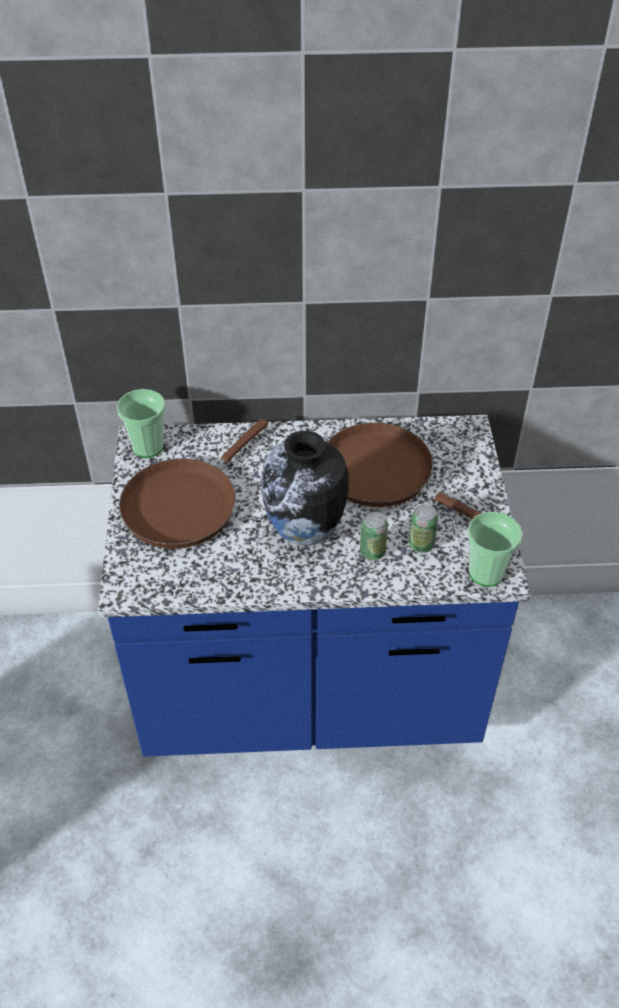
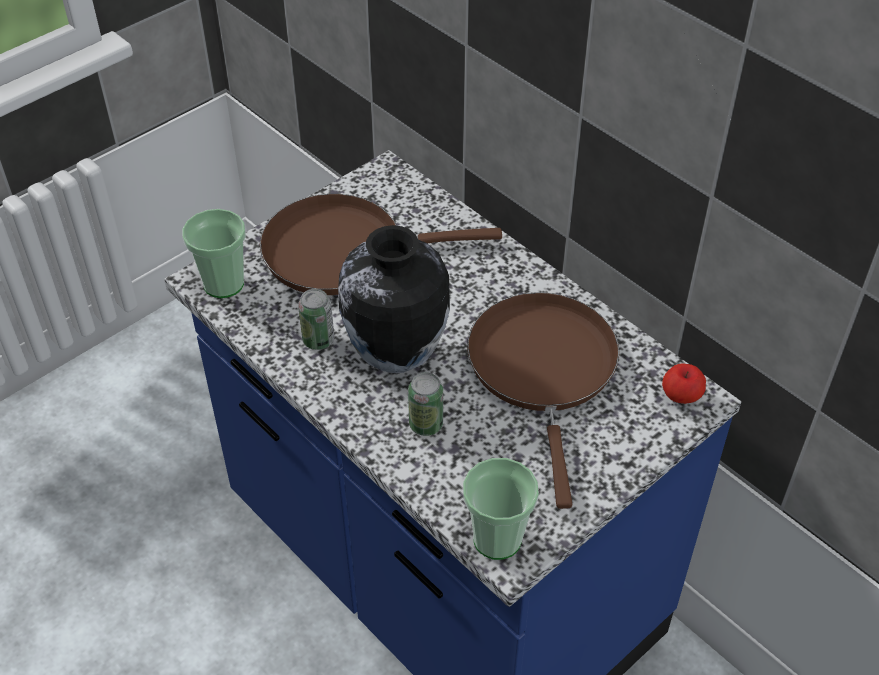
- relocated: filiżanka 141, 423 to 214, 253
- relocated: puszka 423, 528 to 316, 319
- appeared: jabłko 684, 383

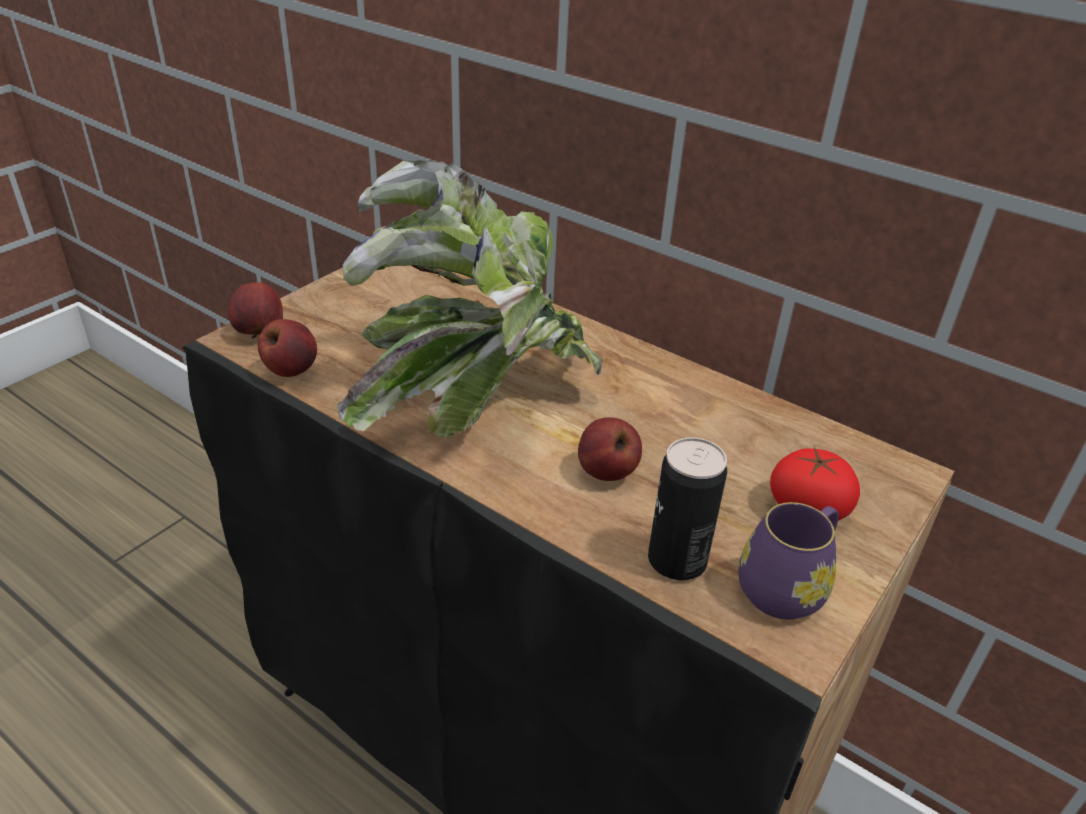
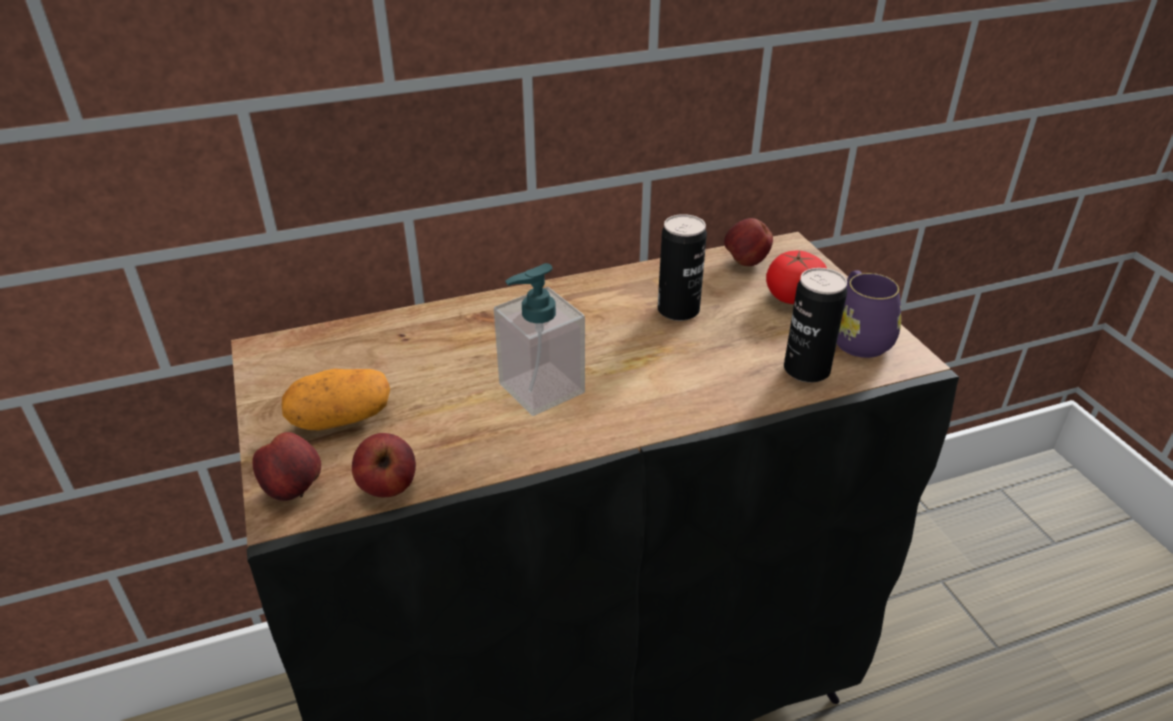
- exchanged: roślina doniczkowa 470, 298 to dozownik mydła 539, 339
- relocated: jabłko 610, 449 to 748, 242
- appeared: ziemniak 336, 399
- appeared: puszka 682, 267

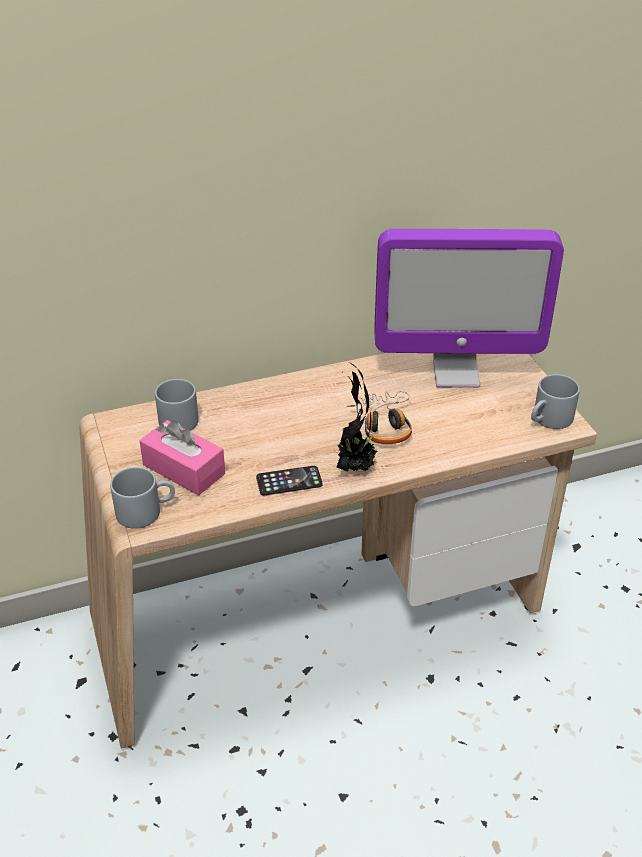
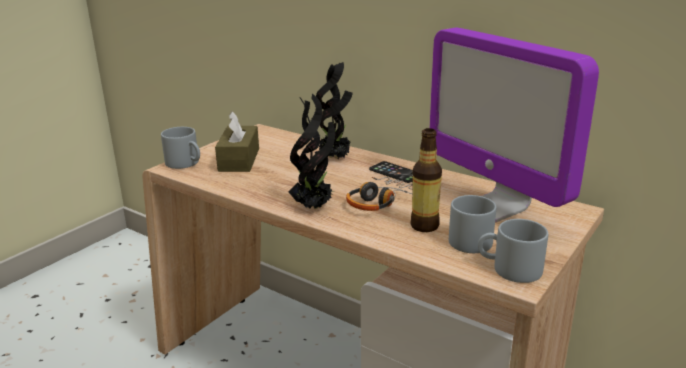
- colour: pudełko chusteczek (różowy) 182, 458 to pudełko chusteczek (brązowy) 237, 141
- relocated: kubek (szary) 177, 405 to 472, 224
- relocated: telefon 289, 480 to 391, 172
- appeared: roślina doniczkowa 334, 110
- appeared: butelka 426, 180

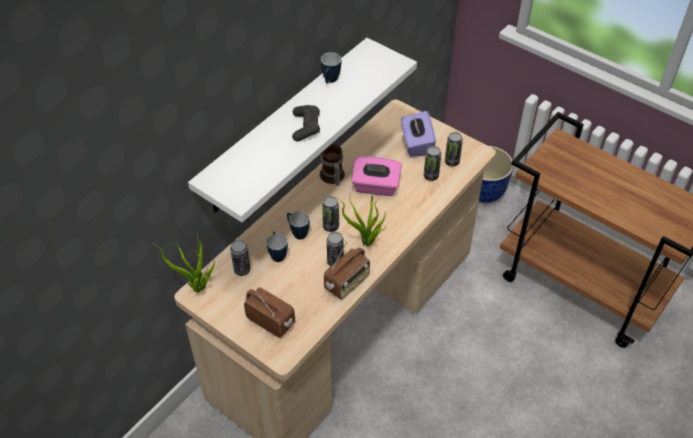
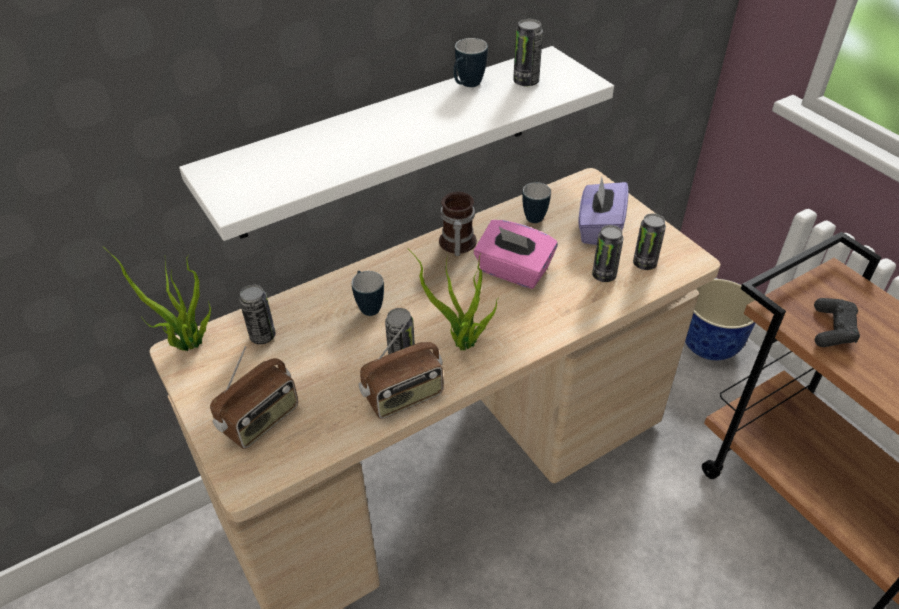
- spun: radio 269, 312 = 254, 397 75 degrees clockwise
- relocated: kubek 277, 247 to 536, 202
- relocated: pad do gier (czarny) 306, 123 to 837, 322
- relocated: puszka 330, 214 to 528, 52

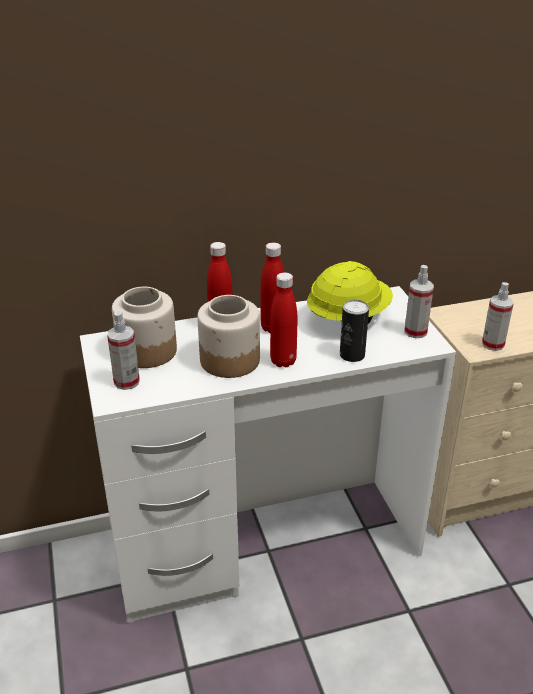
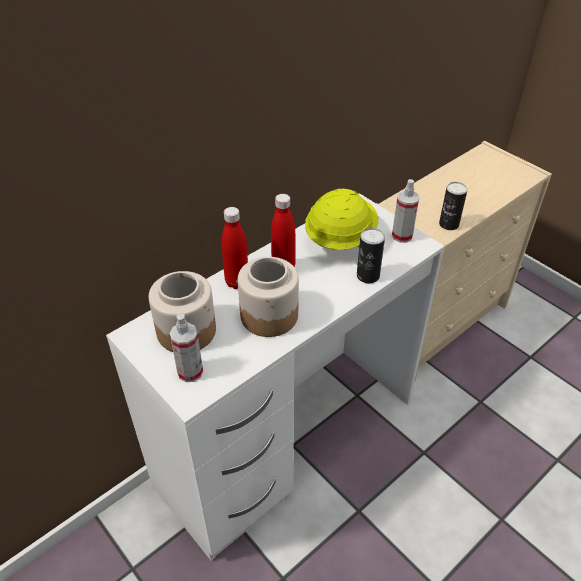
- missing: butelka (czerwony) 284, 320
- exchanged: spryskiwacz 498, 316 to puszka 453, 206

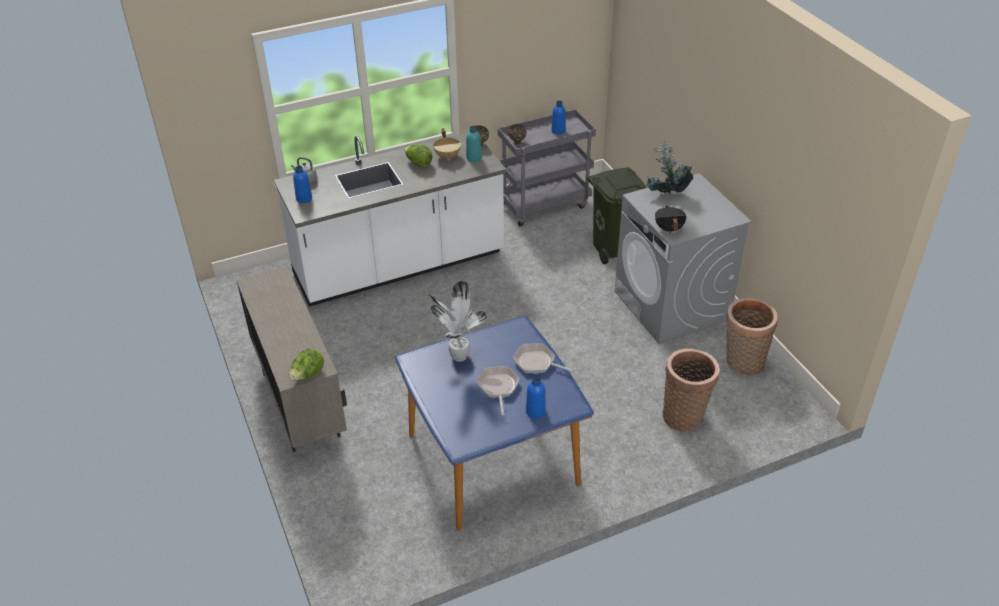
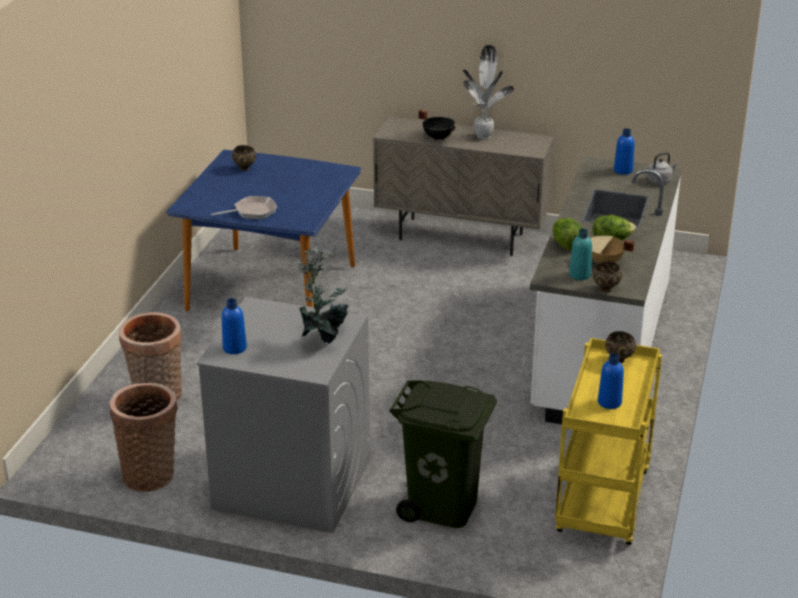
- relocated: sałata 306, 364 to 568, 234
- relocated: roślina doniczkowa 457, 321 to 488, 92
- missing: patelnia 498, 391
- colour: wózek (szary) 547, 167 to wózek (żółty) 608, 441
- relocated: butelka (niebieski) 536, 397 to 234, 326
- relocated: garnek (czarny) 670, 219 to 437, 125
- appeared: miska (brązowy) 244, 158

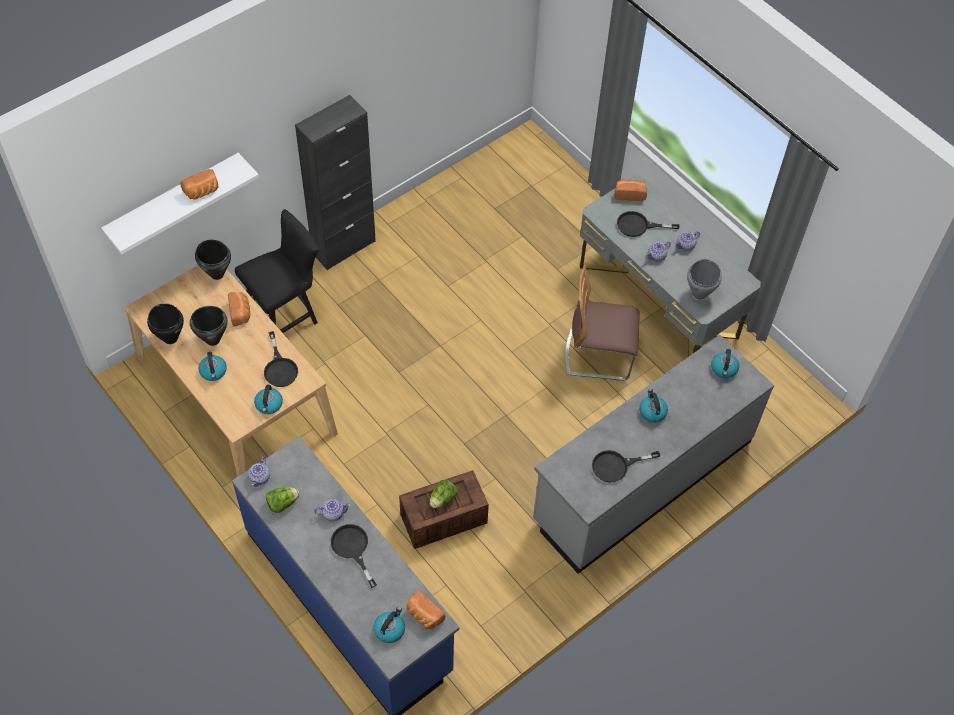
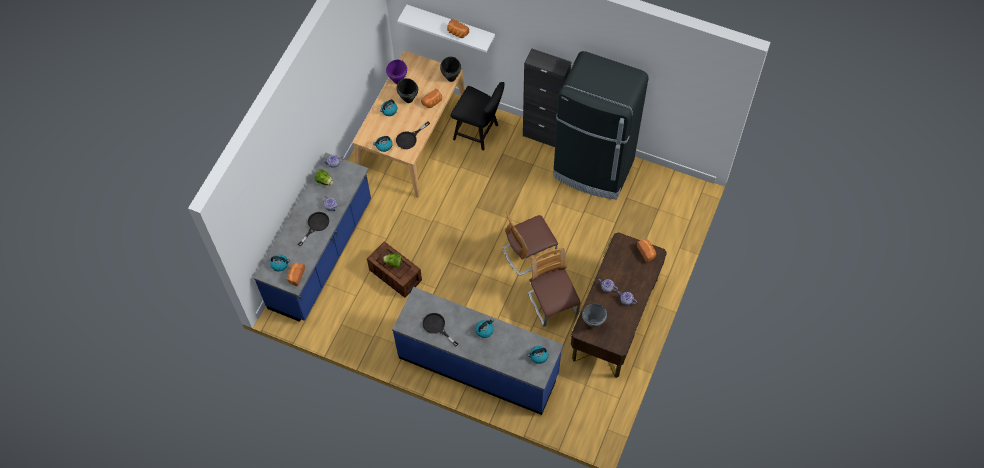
- colour: garnek (czarny) 165, 323 to garnek (fioletowy) 396, 72
- colour: zabudowa kuchenna (szary) 653, 454 to zabudowa kuchenna (niebieski) 477, 351
- colour: biurko (szary) 670, 266 to biurko (brązowy) 619, 305
- missing: patelnia (czarny) 648, 224
- appeared: krzesło 530, 243
- appeared: lodówka (czarny) 600, 125

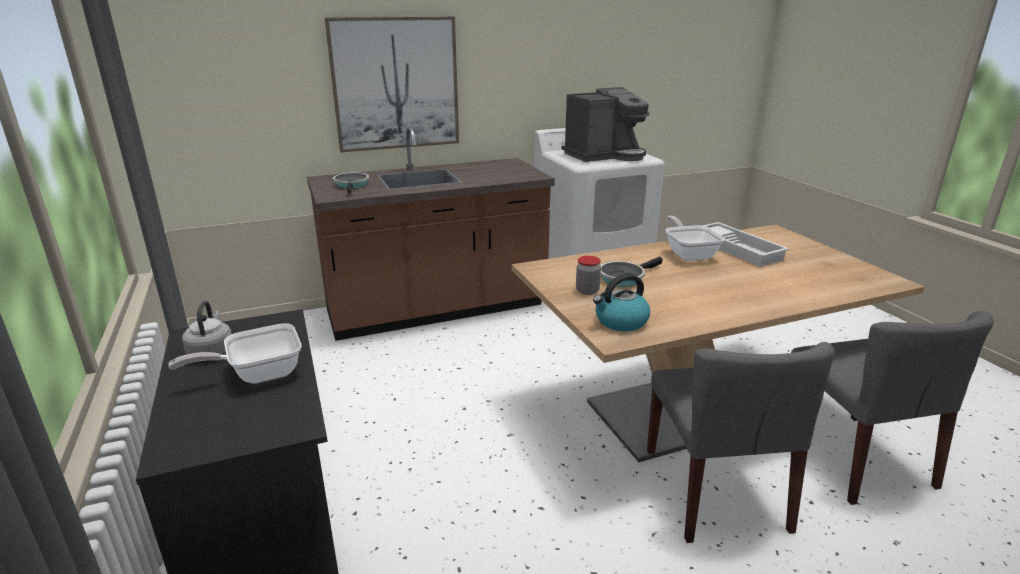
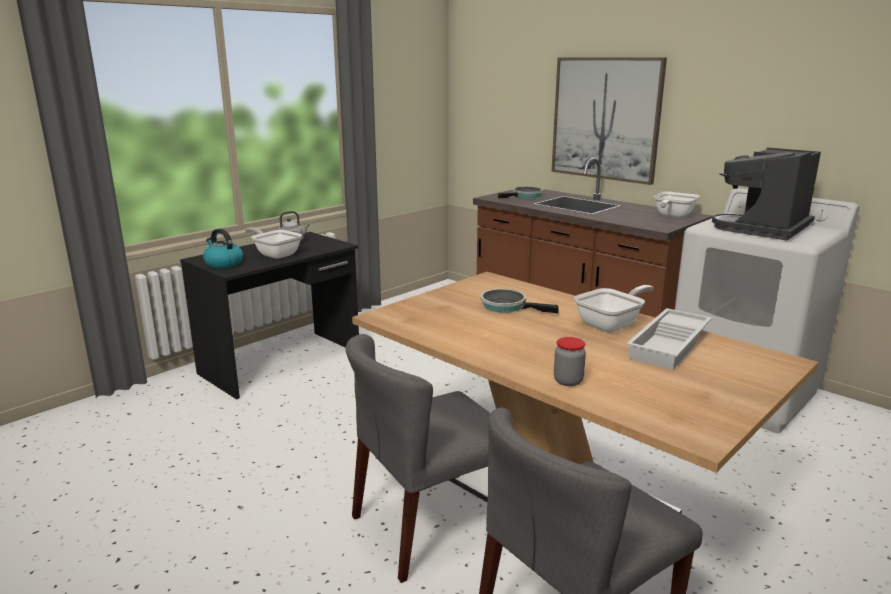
- spun: ekspres do kawy 605, 124 = 766, 194 90 degrees clockwise
- relocated: słoik 588, 275 to 570, 361
- relocated: czajnik 621, 302 to 223, 248
- appeared: patelnia 677, 205

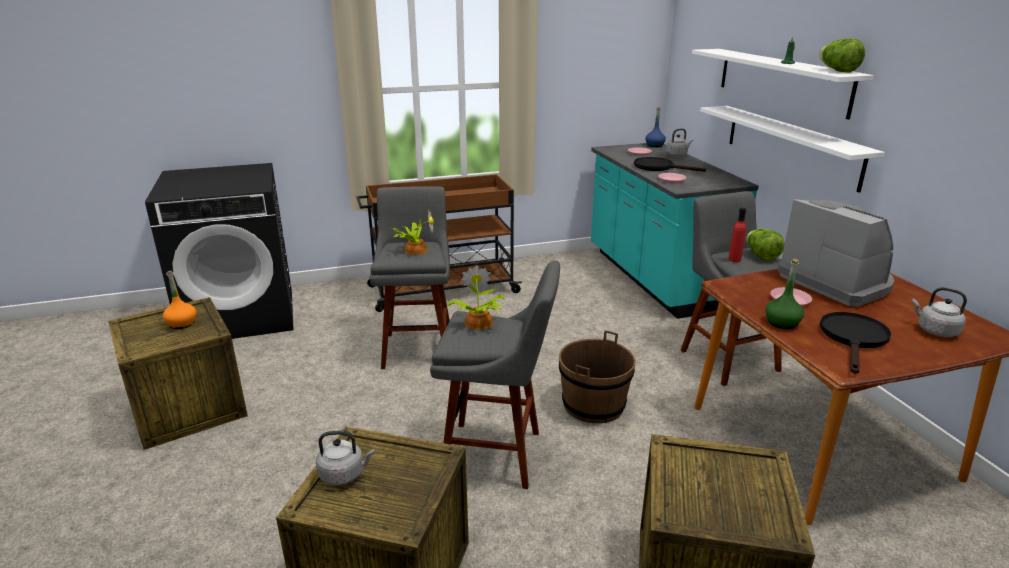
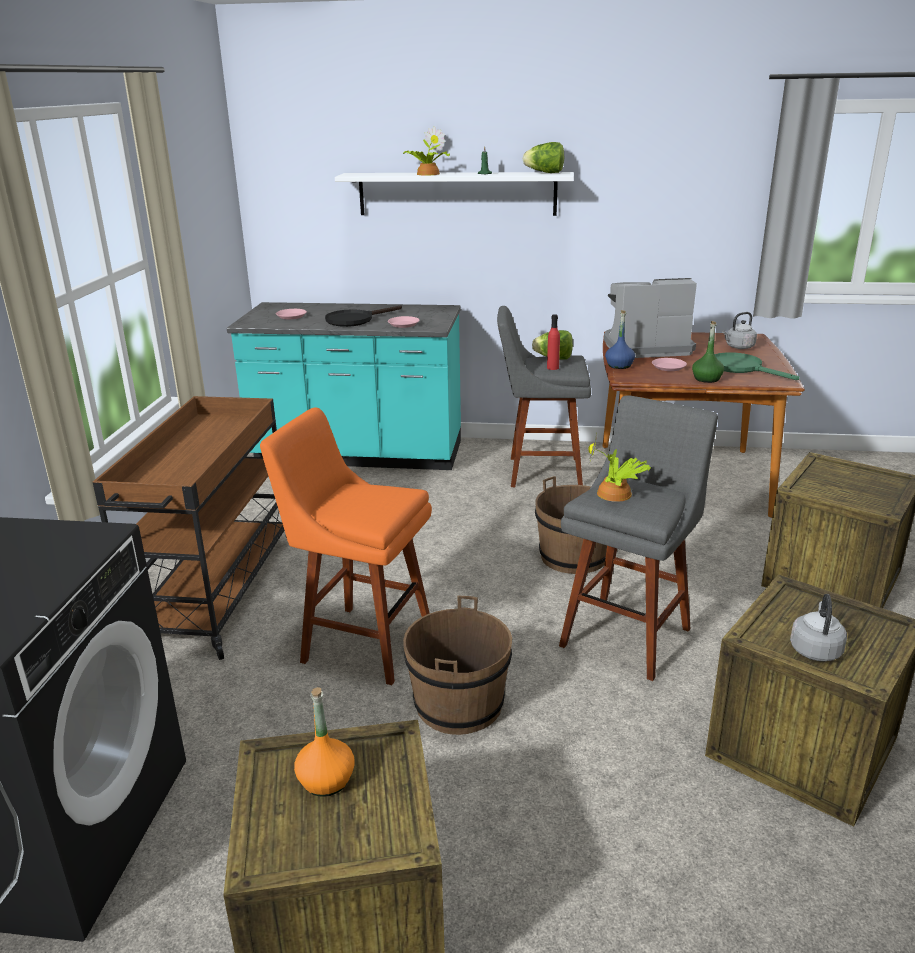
- colour: stołek (szary) 410, 277 to stołek (pomarańczowy) 346, 546
- relocated: roślina doniczkowa 413, 233 to 426, 150
- relocated: butelka (niebieski) 655, 127 to 620, 339
- missing: czajnik (szary) 679, 143
- missing: półka (biały) 792, 149
- colour: patelnia (czarny) 855, 343 to patelnia (zielony) 757, 366
- appeared: wiadro (brązowy) 457, 665

